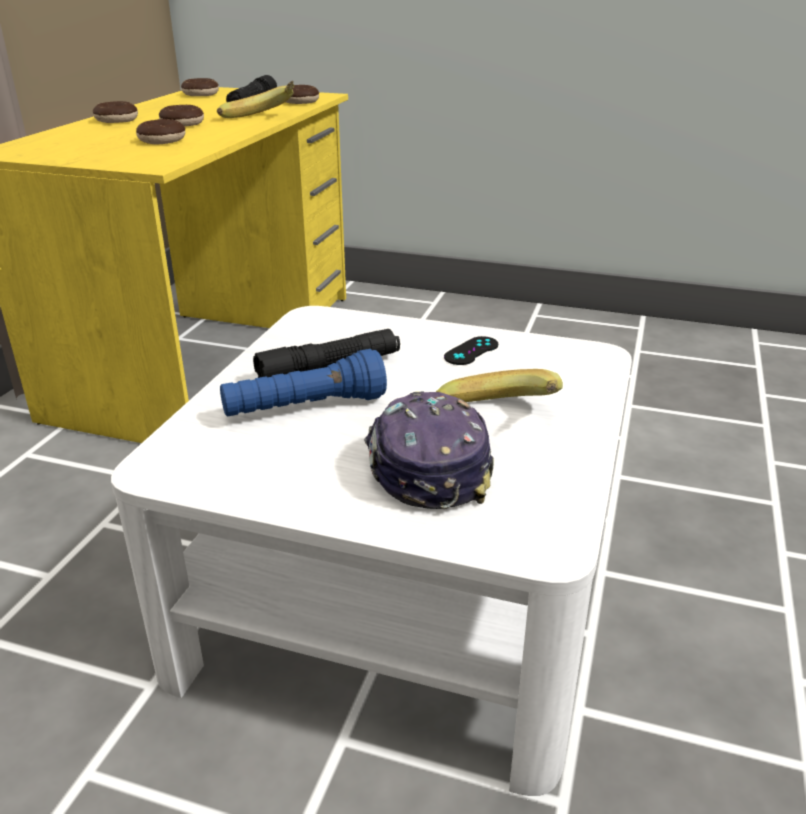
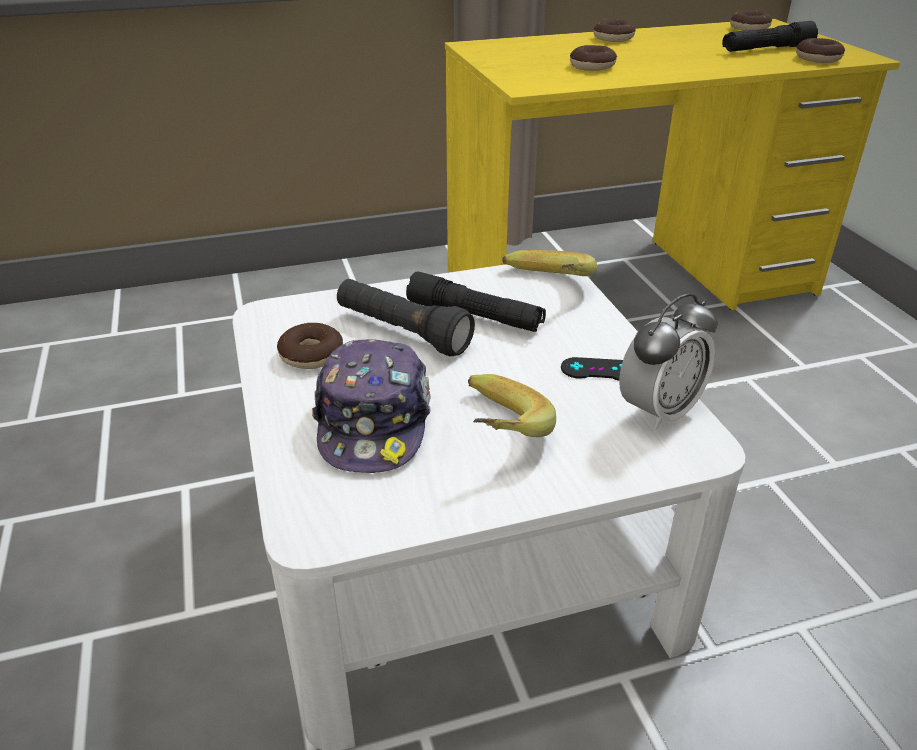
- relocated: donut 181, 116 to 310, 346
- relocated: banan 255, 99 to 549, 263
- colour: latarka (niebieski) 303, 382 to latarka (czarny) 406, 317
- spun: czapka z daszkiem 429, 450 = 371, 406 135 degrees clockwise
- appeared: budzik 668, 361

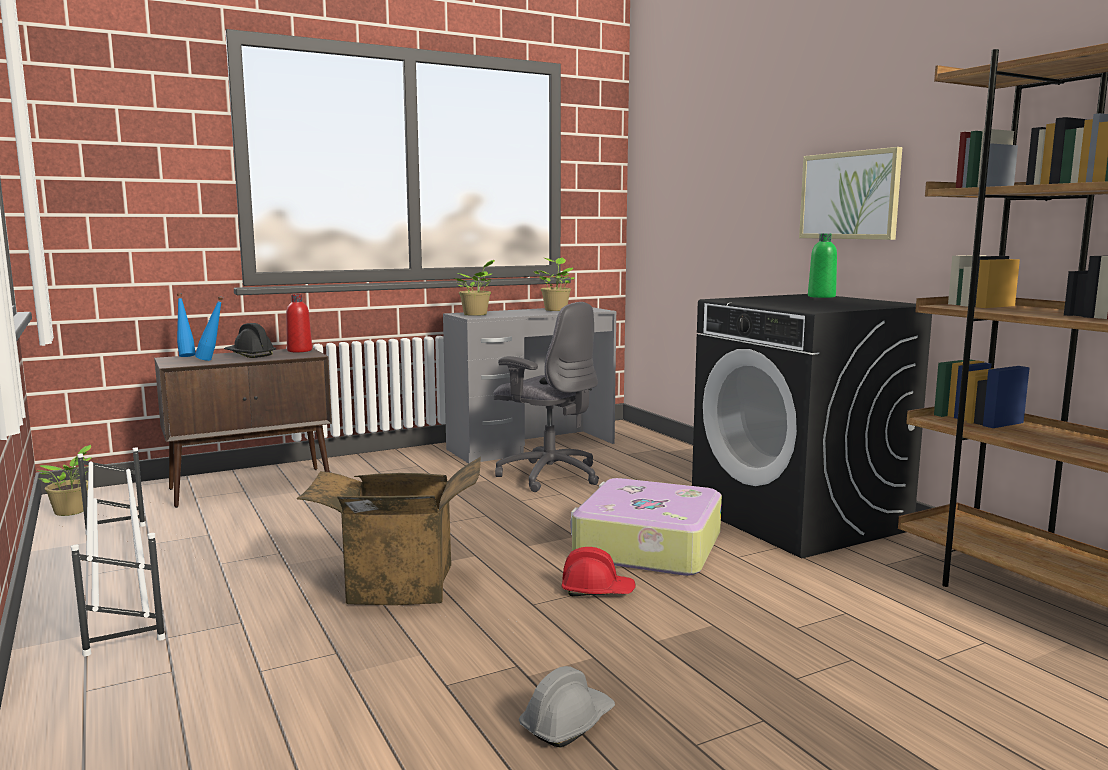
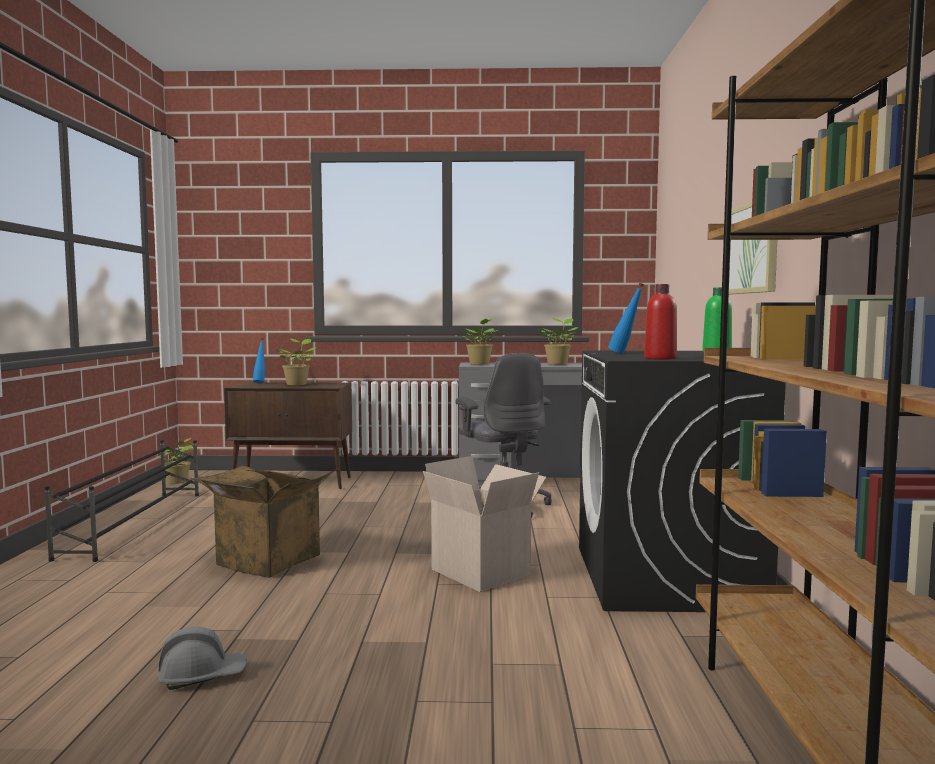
- colour: regał na buty (biały) 118, 551 to regał na buty (czarny) 121, 501
- relocated: butelka (niebieski) 209, 328 to 626, 318
- exchanged: kask (czarny) 250, 340 to roślina doniczkowa 296, 361
- relocated: butelka (czerwony) 299, 323 to 660, 322
- missing: kask (czerwony) 599, 571
- exchanged: walizka 646, 527 to karton 484, 524

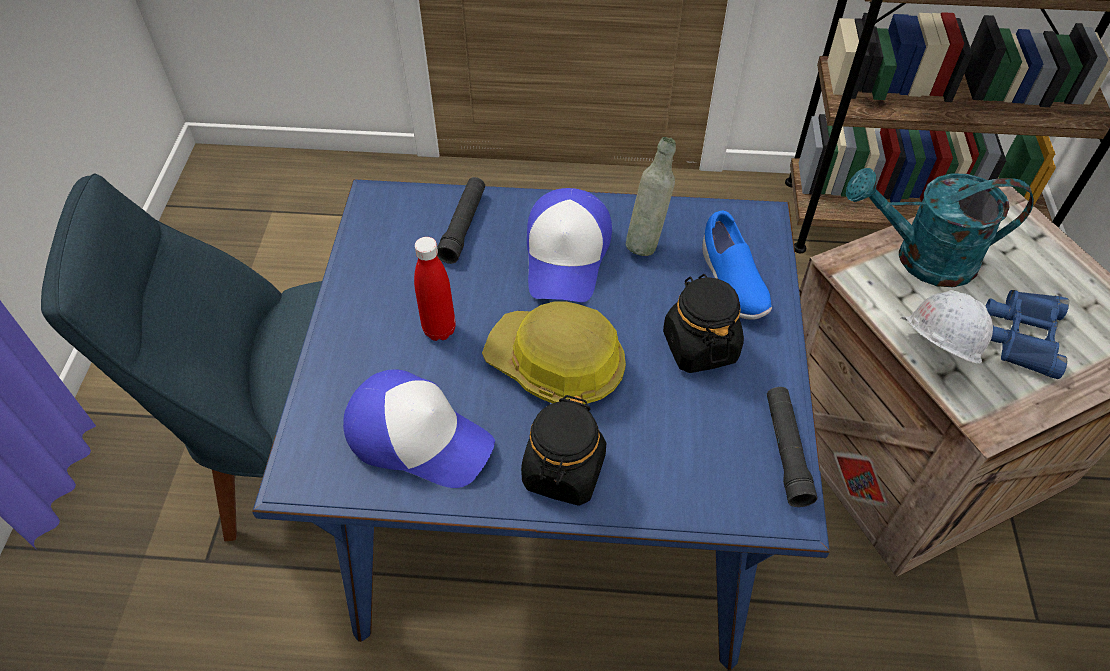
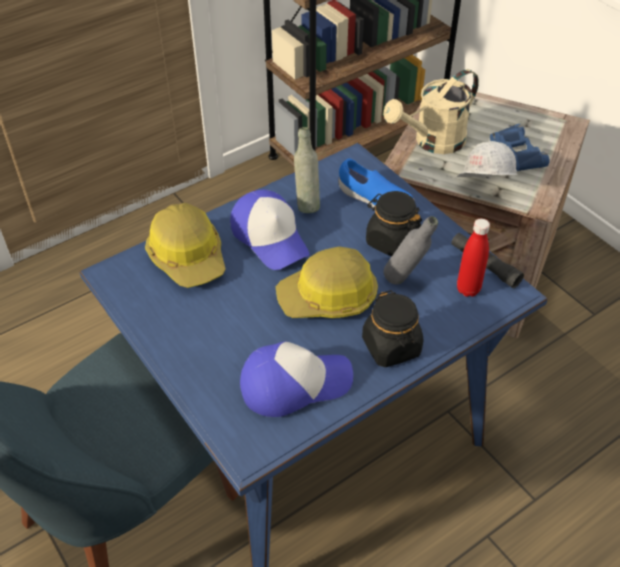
- relocated: butelka (czerwony) 435, 289 to 473, 257
- exchanged: latarka (czarny) 461, 220 to kask 185, 245
- colour: konewka (turkusowy) 940, 227 to konewka (beżowy) 431, 111
- appeared: butelka (szary) 411, 250

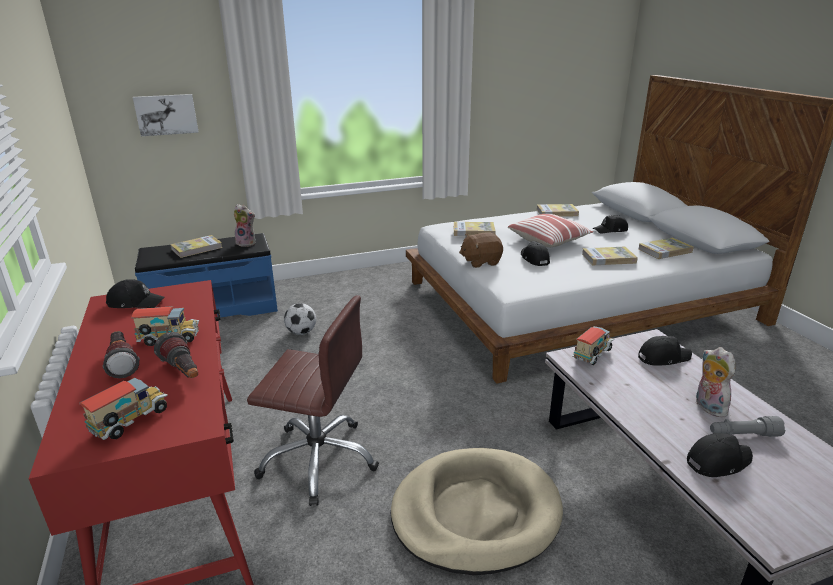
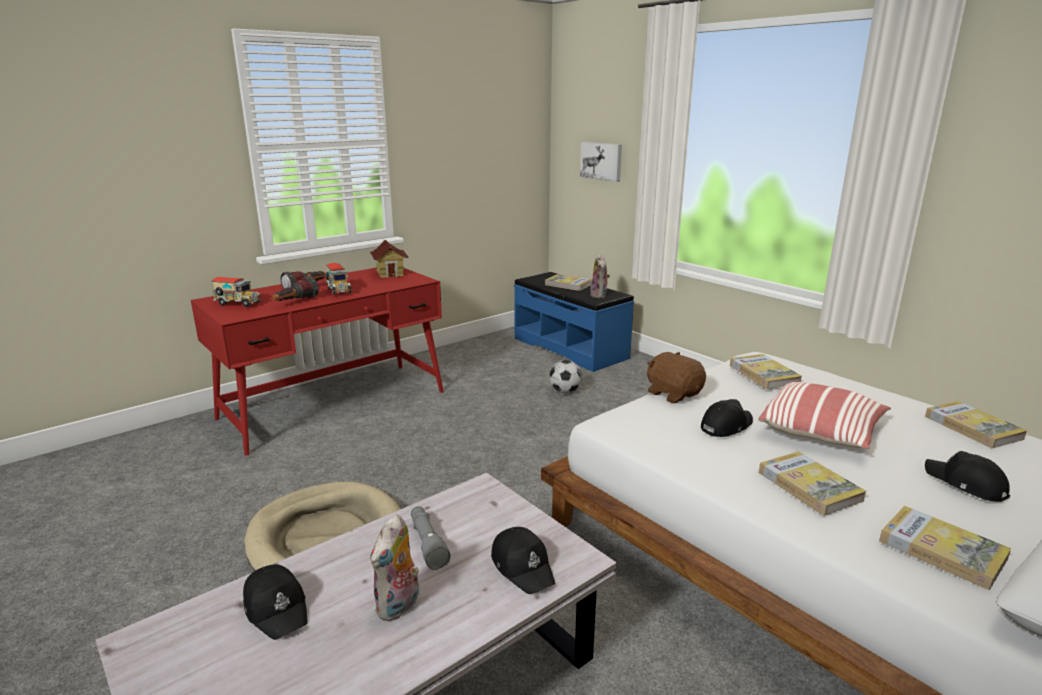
- exchanged: czapka z daszkiem (czarny) 135, 293 to domek 389, 259
- missing: krzesło biurowe (brązowy) 313, 400
- missing: ciężarówka zabawkowa 593, 345
- spun: pluszak 715, 382 = 394, 568 150 degrees clockwise
- relocated: latarka (szary) 747, 426 to 431, 538

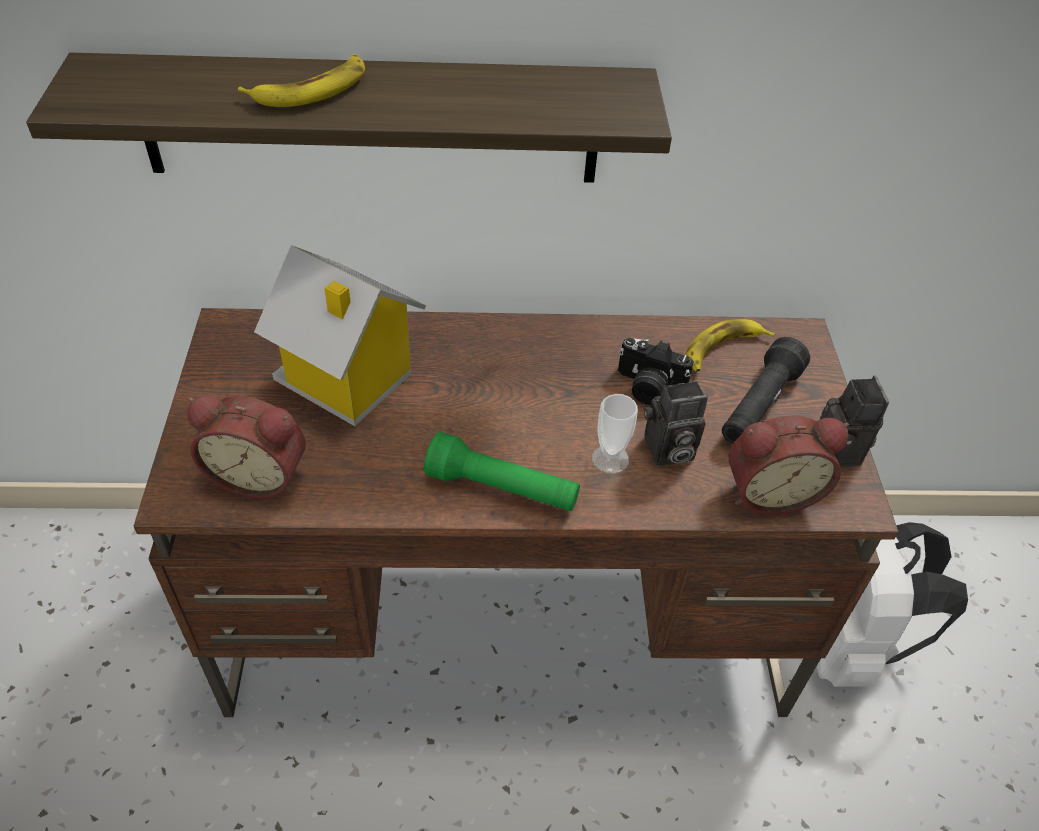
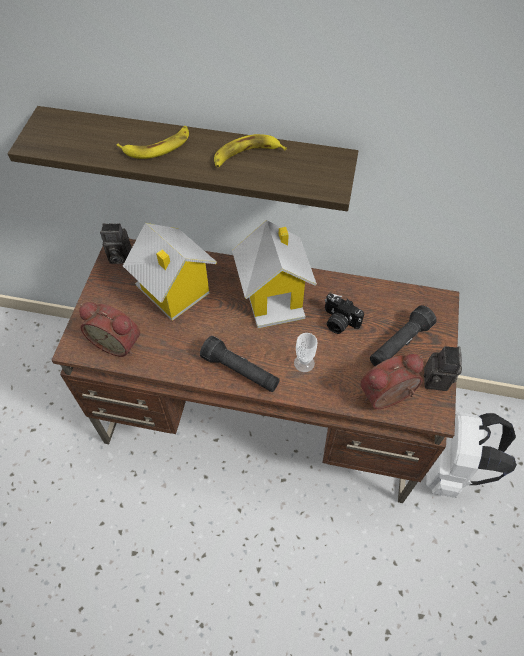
- colour: latarka (zielony) 502, 471 to latarka (czarny) 240, 364
- relocated: aparat fotograficzny 676, 423 to 116, 243
- relocated: banan 730, 345 to 250, 150
- spun: budzik 788, 465 = 392, 381 150 degrees clockwise
- appeared: domek 274, 274

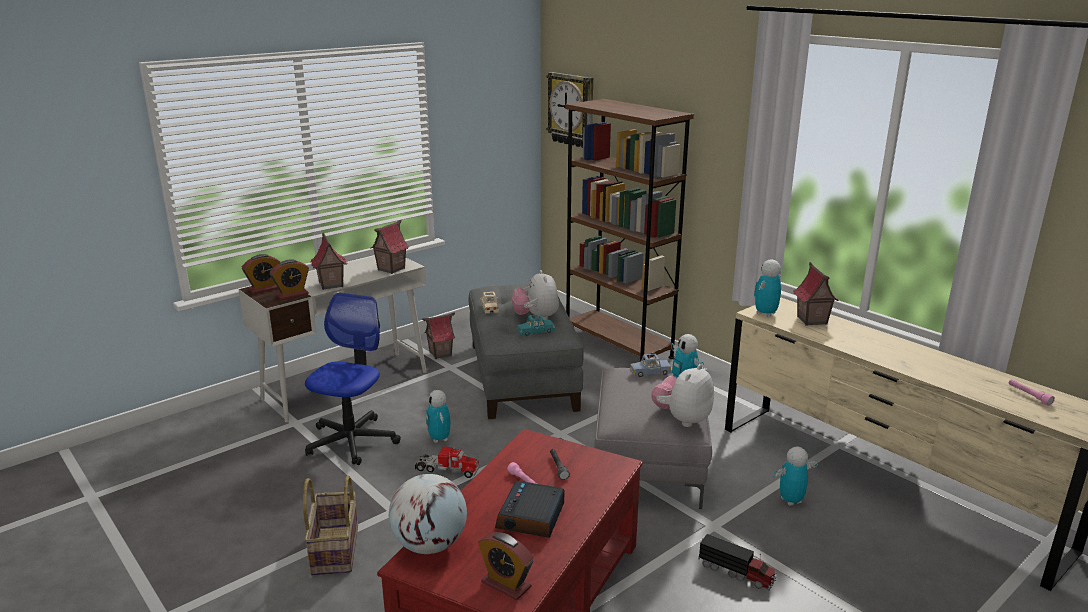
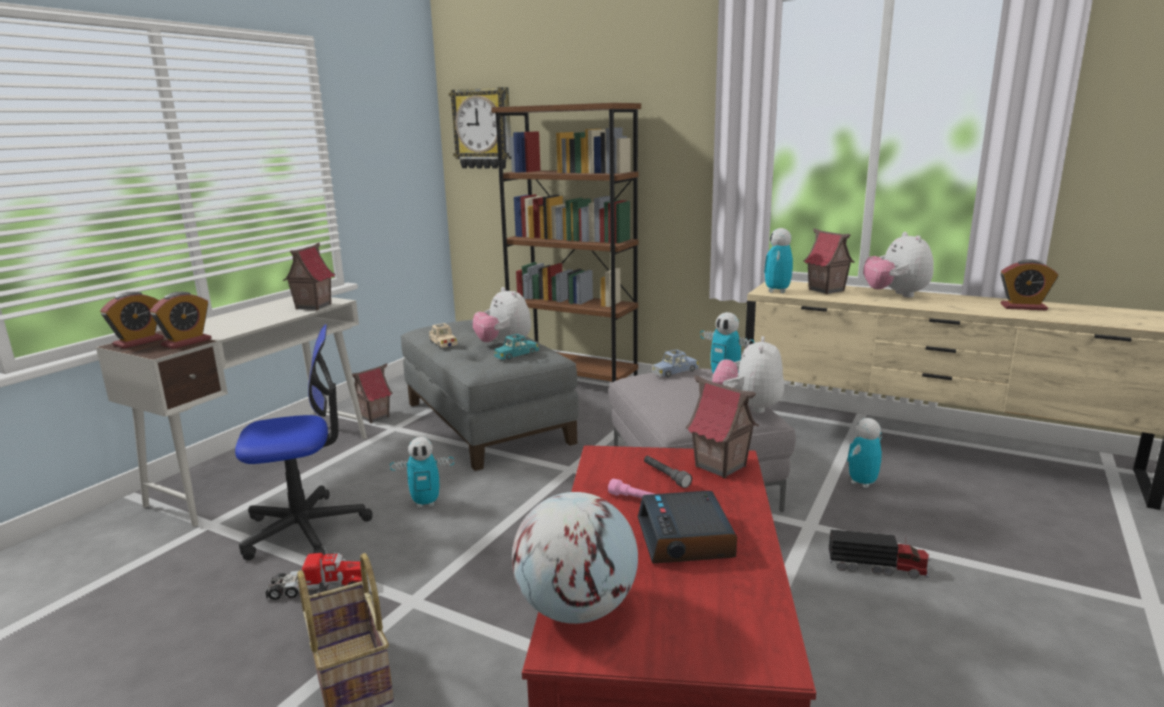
- spun: krzesło biurowe 353, 378 = 304, 442 75 degrees clockwise
- relocated: domek 329, 261 to 722, 426
- relocated: ciężarówka zabawkowa 447, 461 to 316, 573
- spun: robot zabawkowy 438, 416 = 422, 472 60 degrees counterclockwise
- relocated: budzik 506, 566 to 1029, 284
- missing: latarka (różowy) 1032, 392
- appeared: pluszak 898, 265

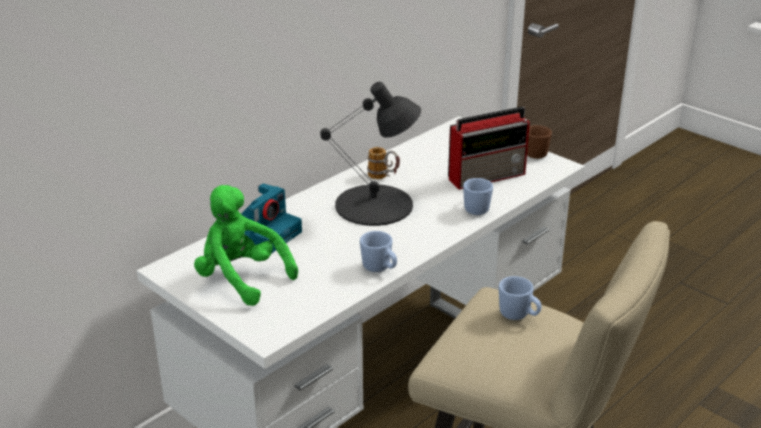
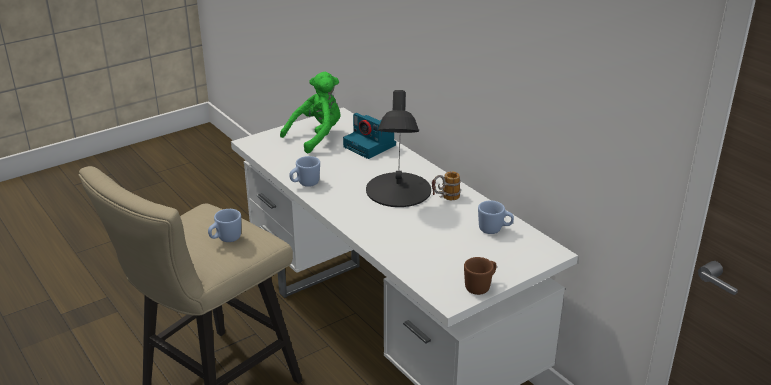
- missing: radio 489, 148
- relocated: kubek (niebieski) 478, 196 to 496, 217

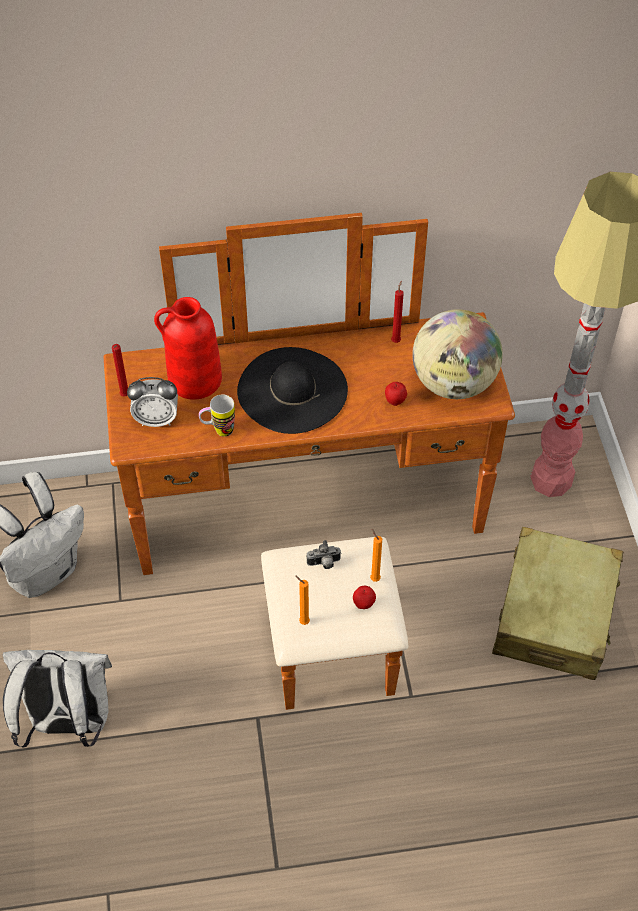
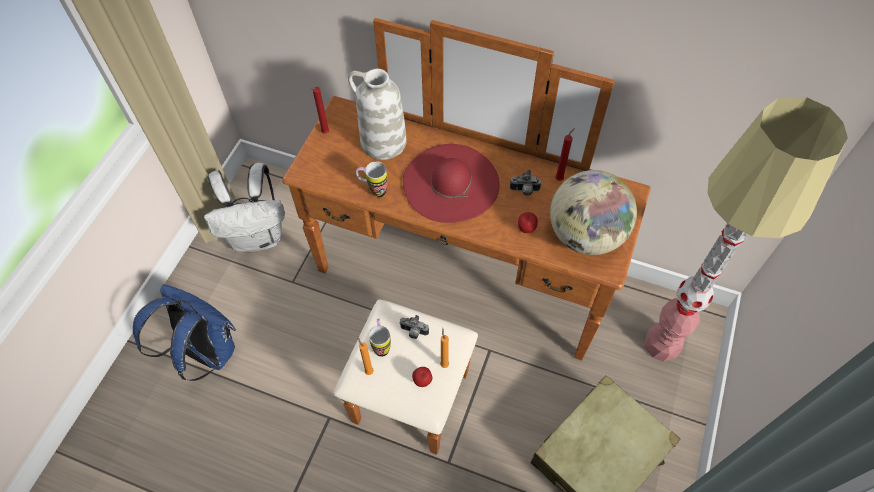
- colour: plecak (biały) 57, 699 to plecak (niebieski) 184, 332
- missing: budzik 152, 402
- colour: wazon (czerwony) 188, 348 to wazon (biały) 377, 114
- colour: kapelusz (czarny) 292, 390 to kapelusz (czerwony) 451, 183
- appeared: kubek 380, 338
- appeared: aparat fotograficzny 525, 183

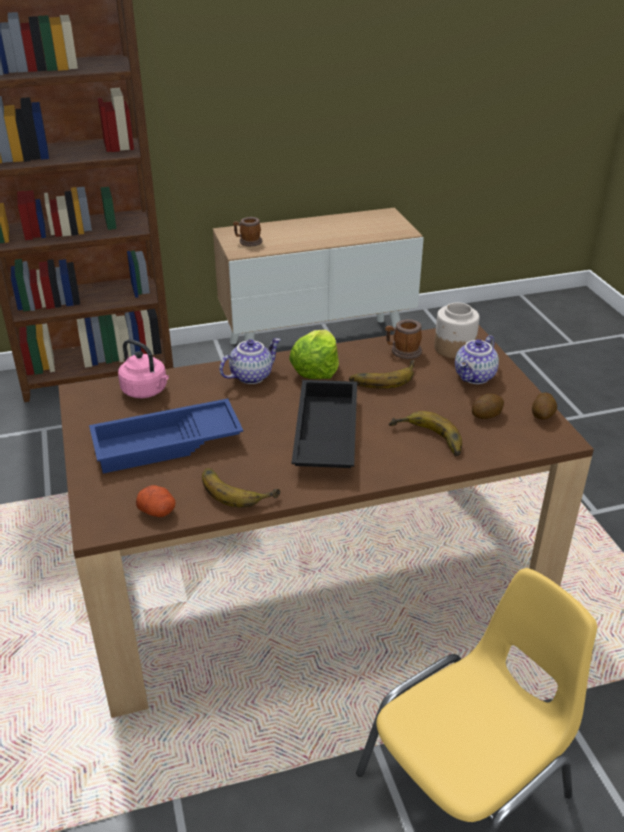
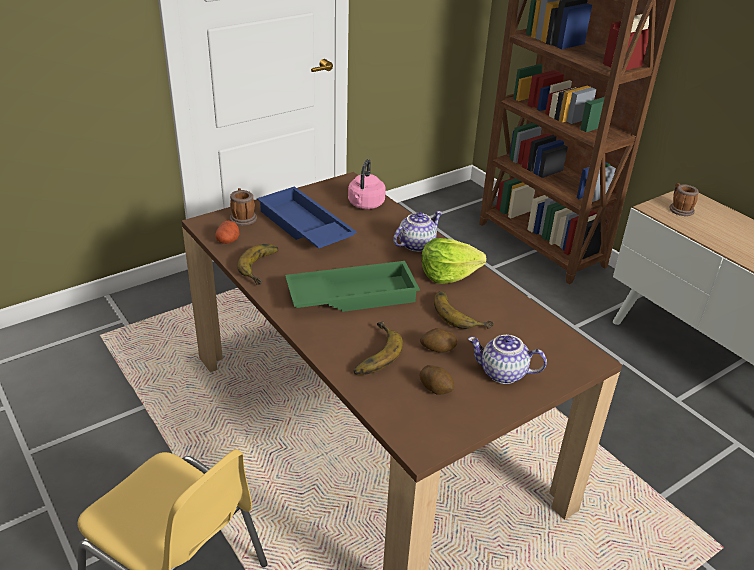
- spun: imbryk 250, 361 = 417, 231 75 degrees counterclockwise
- colour: taca (czarny) 324, 424 to taca (zielony) 352, 286
- relocated: kubek 403, 339 to 243, 207
- missing: słoik 456, 330
- relocated: ziemniak 544, 406 to 438, 340

